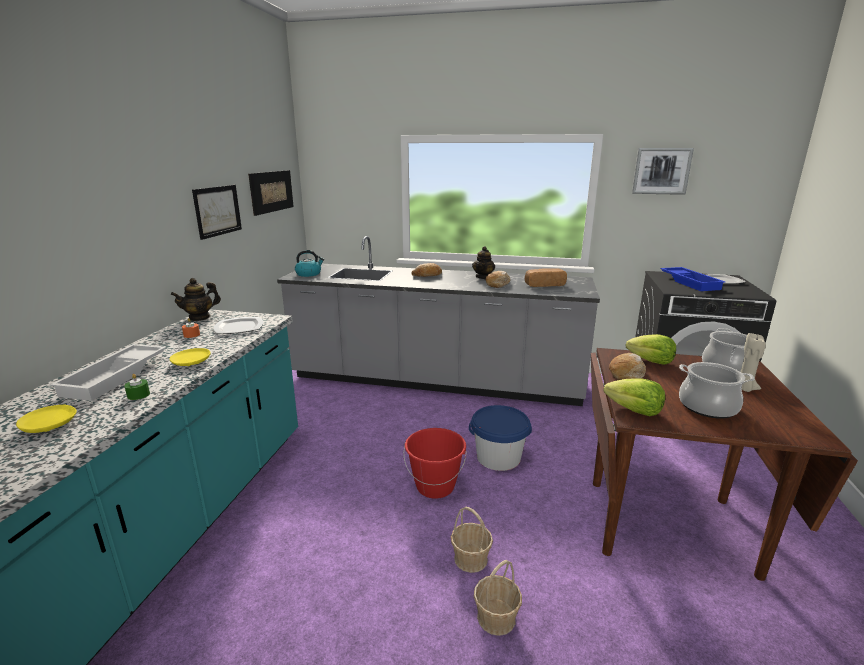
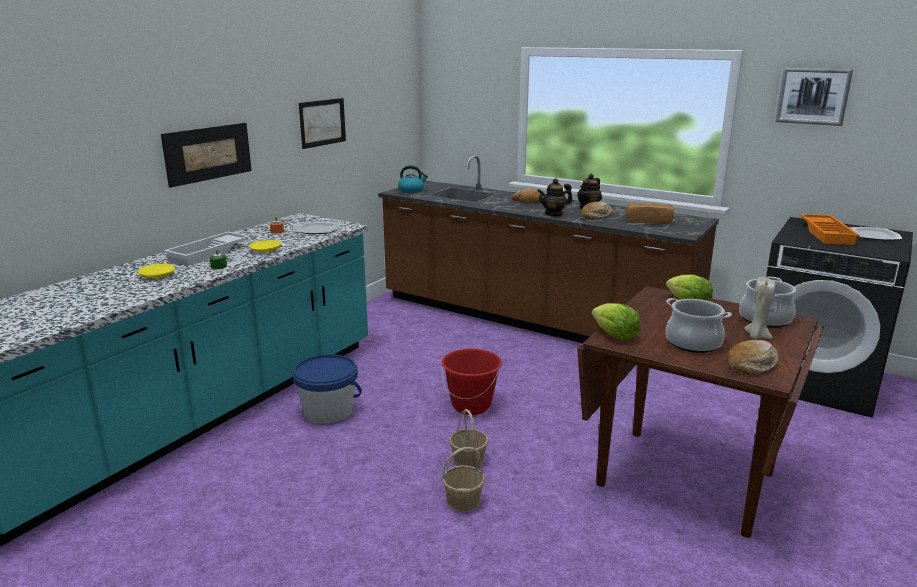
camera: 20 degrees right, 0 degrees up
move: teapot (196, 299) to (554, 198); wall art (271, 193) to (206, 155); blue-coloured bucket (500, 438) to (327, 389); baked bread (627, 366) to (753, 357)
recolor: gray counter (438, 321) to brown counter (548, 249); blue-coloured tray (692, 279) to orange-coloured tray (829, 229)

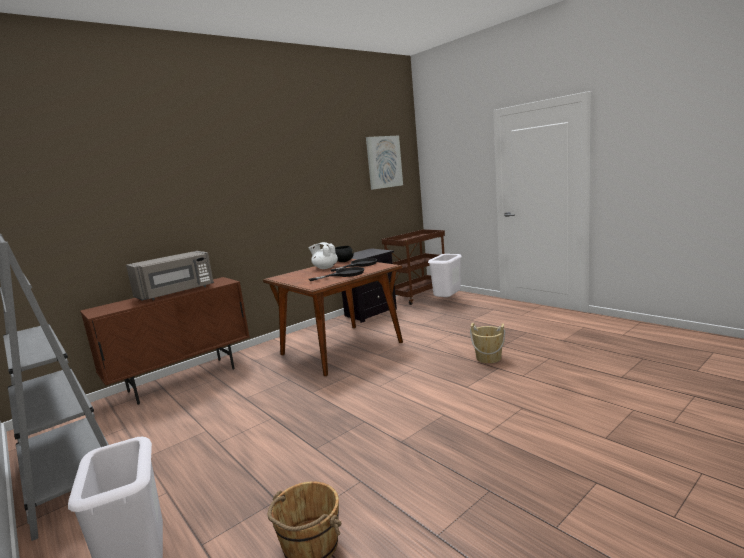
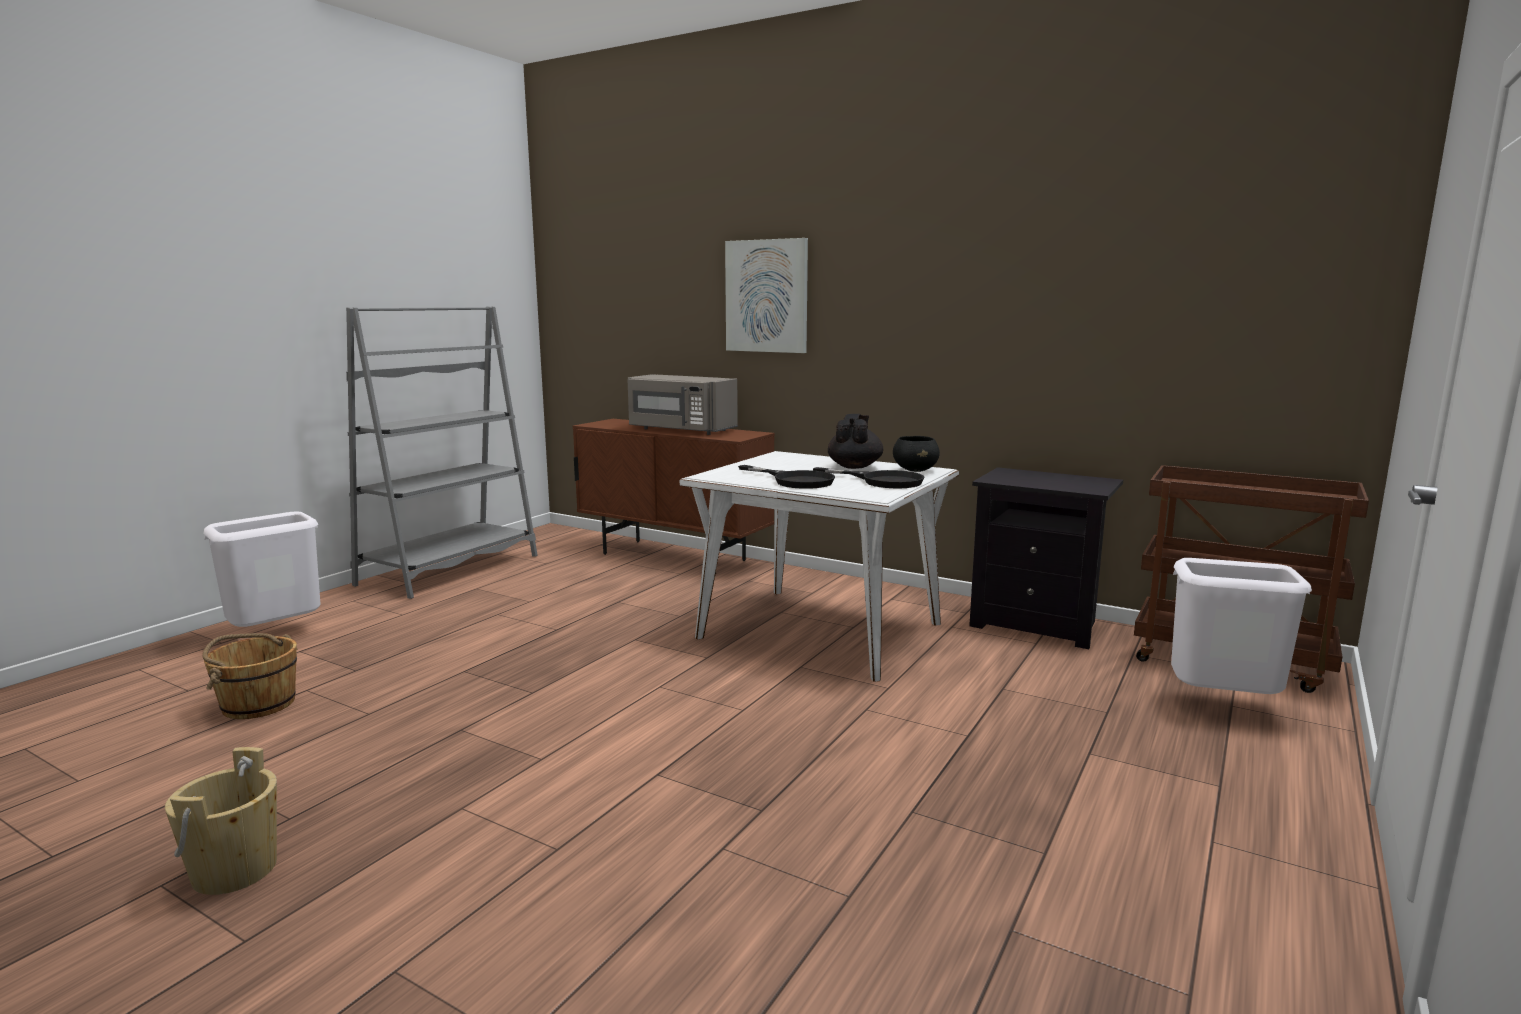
camera: 70 degrees right, 0 degrees up
move: wall art (384, 162) to (766, 295); beige-coloured bucket (487, 343) to (221, 821)
recolor: brown kitchen table (333, 317) to whitish kitchen table (819, 566); whitish teapot (323, 255) to black-coloured teapot (855, 441)

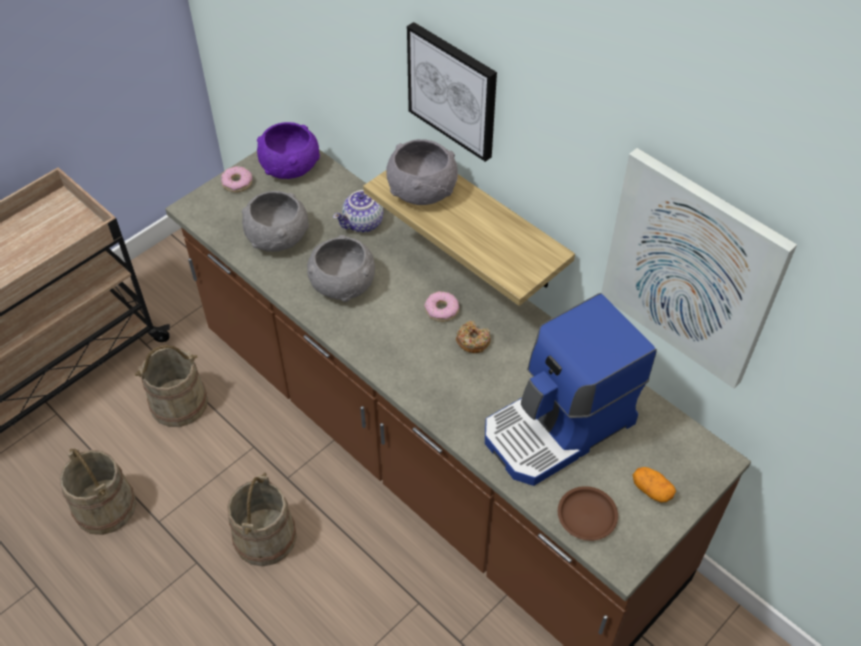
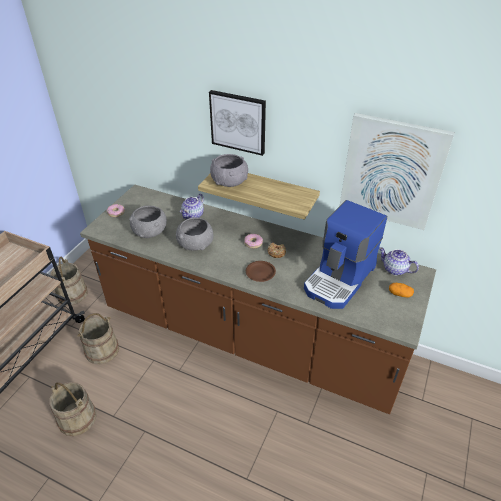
camera: 20 degrees left, 10 degrees down
delete: purple deep dish (288, 150)
insert: teapot (399, 261)
move: beige-coloured bucket (262, 519) to (69, 281); brown dinner plate (588, 513) to (261, 271)

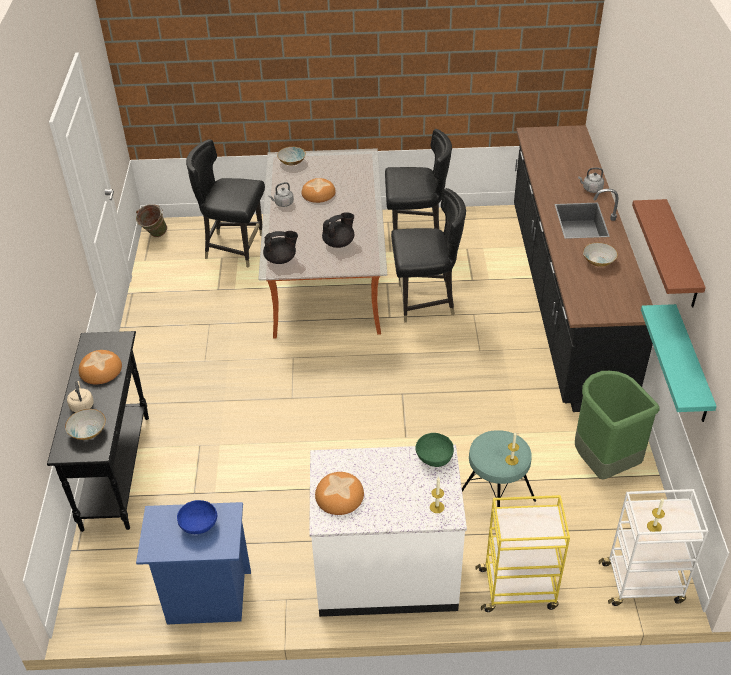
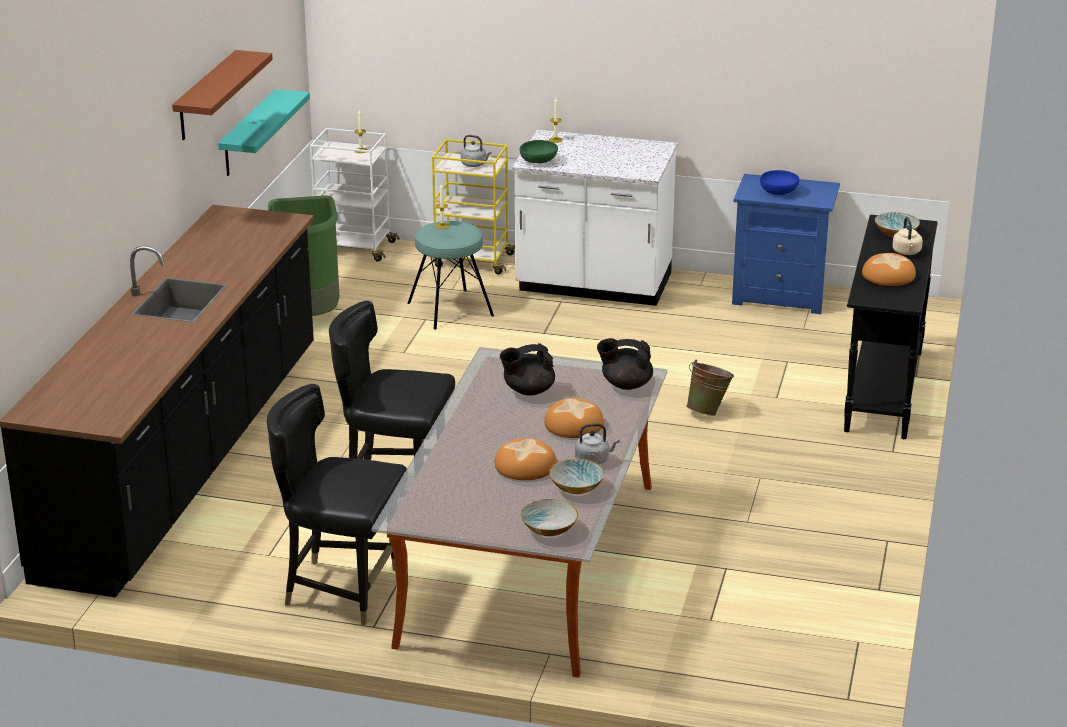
camera: 165 degrees left, 15 degrees down
delete: black-coloured upright chair (225, 203)
move: green bucket (151, 220) to (710, 388); baked bread (339, 493) to (574, 418); gray tea kettle (591, 180) to (476, 151); deep dish (600, 254) to (577, 476)

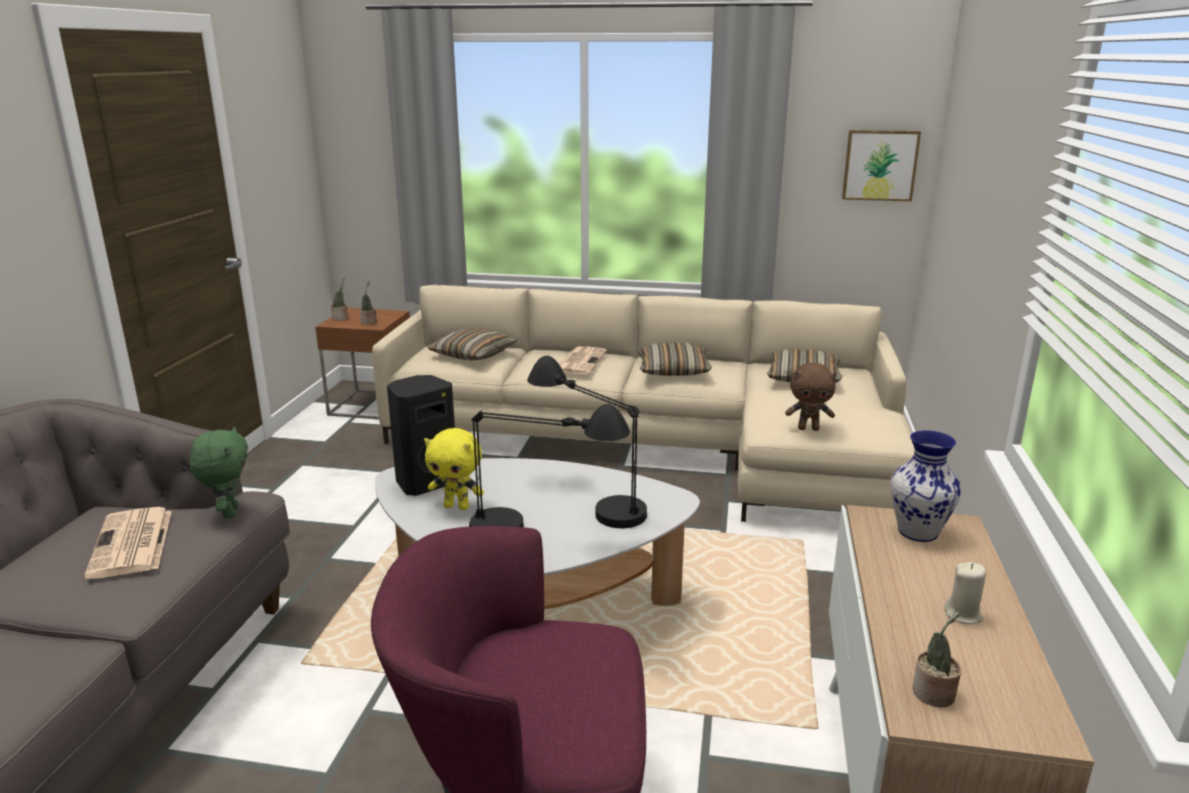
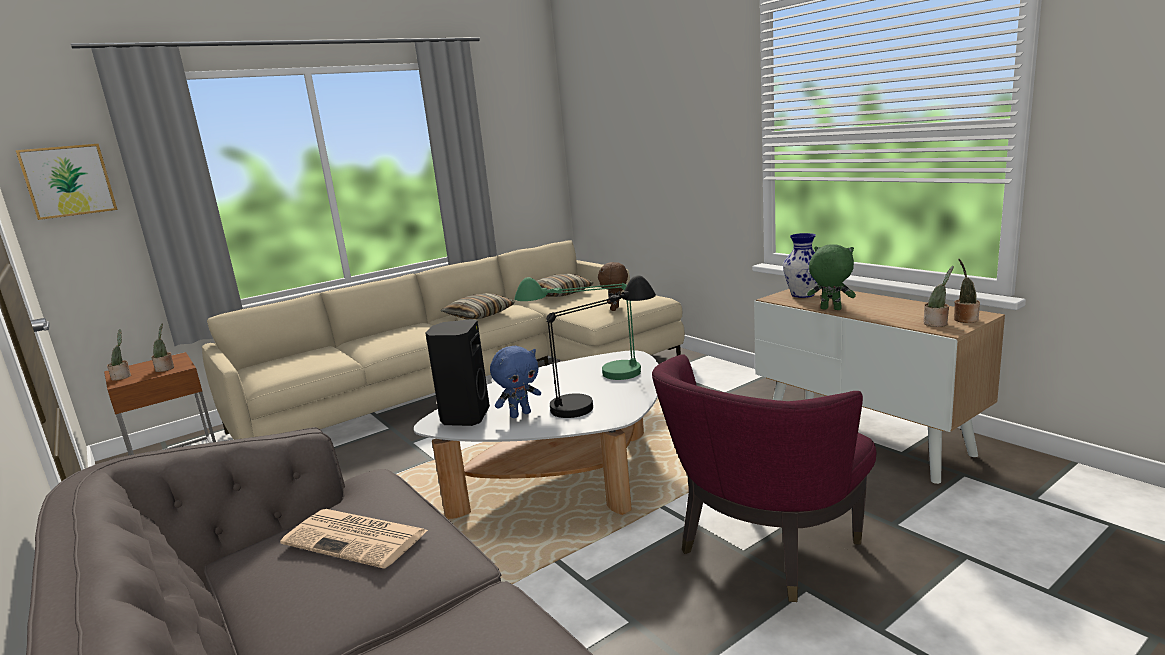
camera: 45 degrees left, 5 degrees down
delete: pillow (473, 344); daily paper (583, 360); beige-coloured wax candle (965, 593)
insert: plant in a pot (967, 291)
move: green plush toy (219, 472) to (831, 277); wall art (881, 165) to (67, 182)
recolor: yellow plush toy (454, 469) to blue-coloured plush toy (515, 382); black-coloured lamp for a table (587, 442) to green lamp for a table (577, 328)
rotate: brown plush toy (811, 396) = (613, 286) 150 degrees clockwise

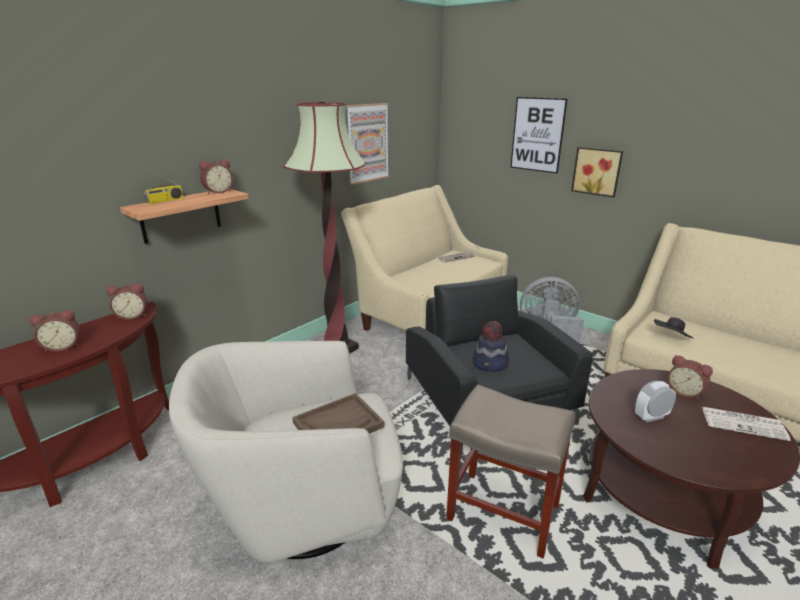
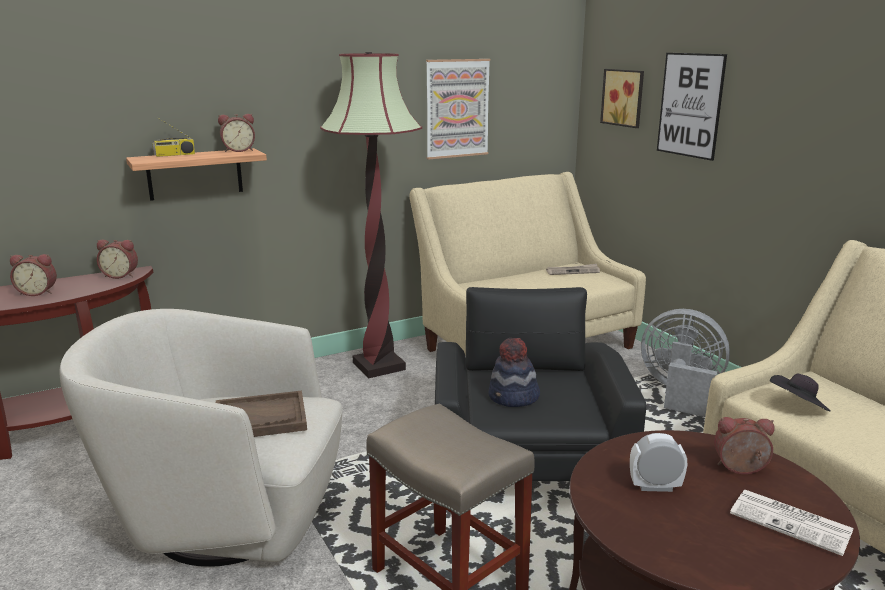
camera: 20 degrees right, 5 degrees down
move: wall art (597, 172) to (622, 98)
rotate: table clock (690, 377) = (744, 445) 120 degrees clockwise

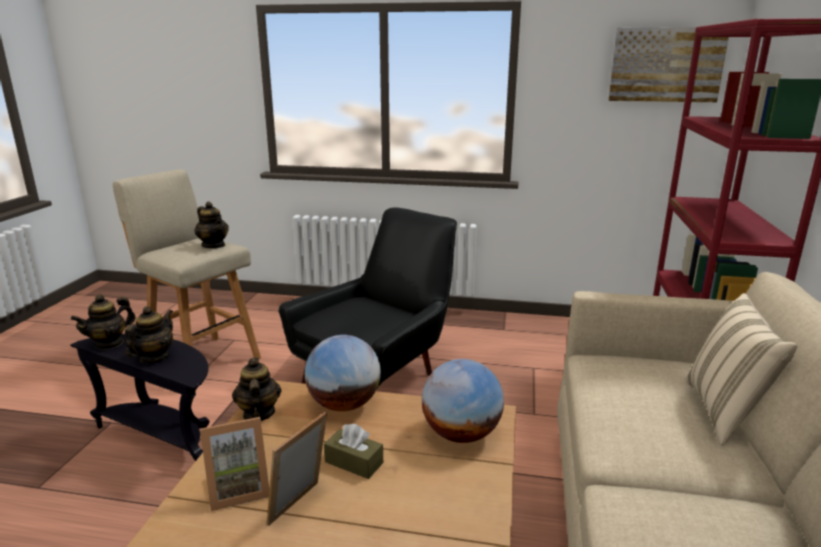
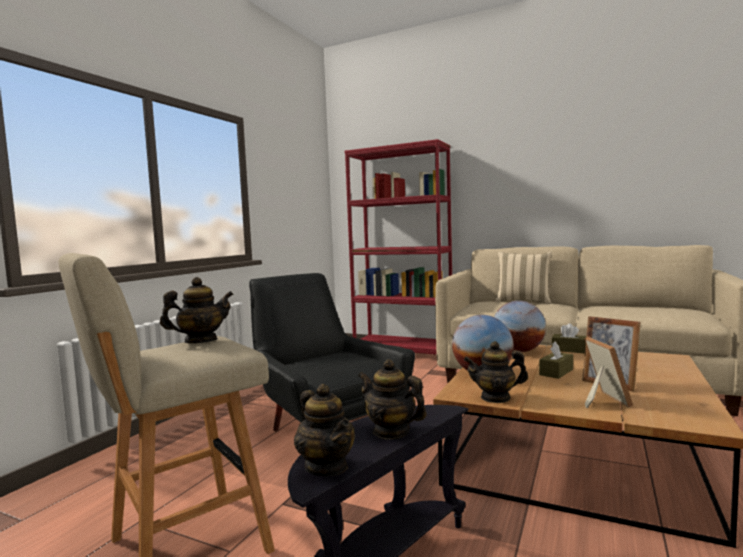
camera: 75 degrees left, 15 degrees down
delete: wall art (668, 64)
insert: brown box of tissues (568, 338)

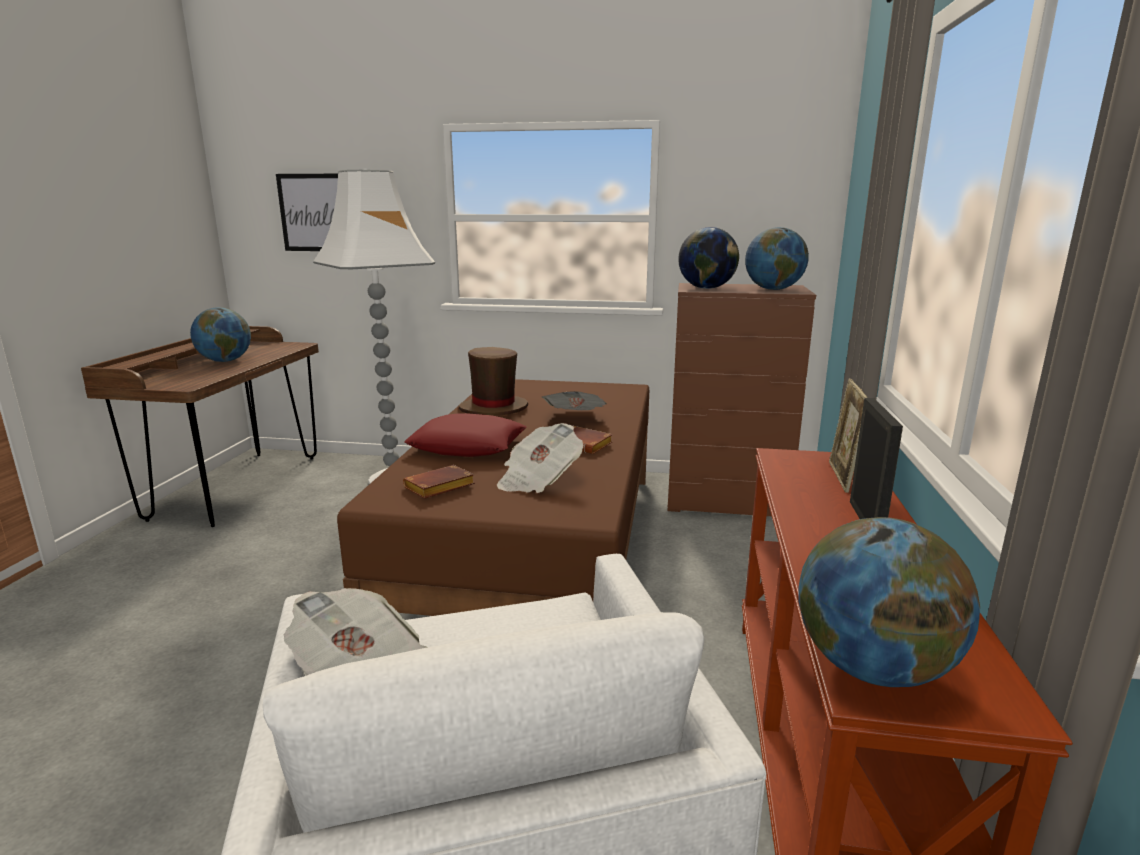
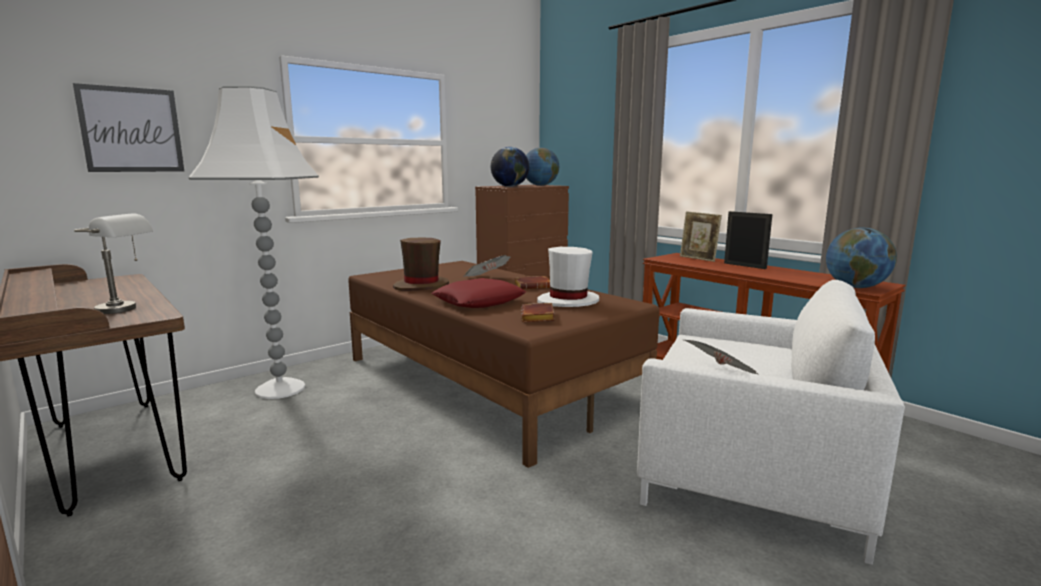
camera: 50 degrees left, 5 degrees down
delete: desk globe (220, 334)
insert: gray lamp for a table (113, 264)
replace: daily paper (540, 458) to whitish wearable hat (568, 277)

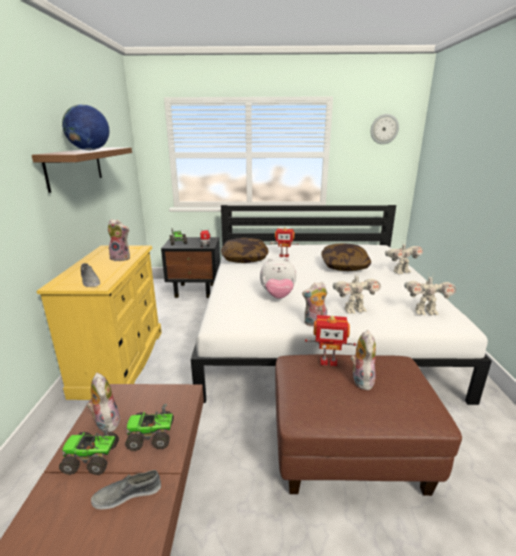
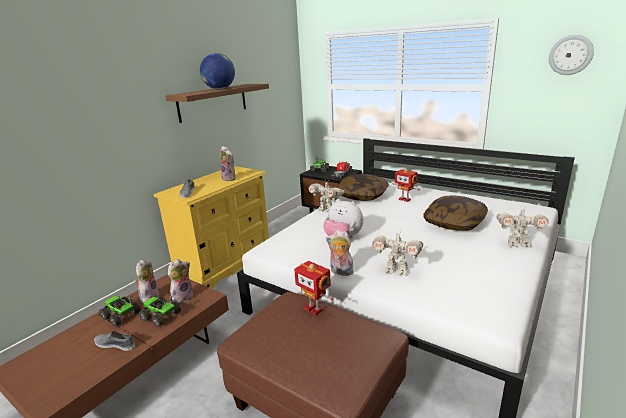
camera: 35 degrees right, 0 degrees up
move: plush toy (363, 360) to (180, 281); model robot (430, 296) to (326, 196)

